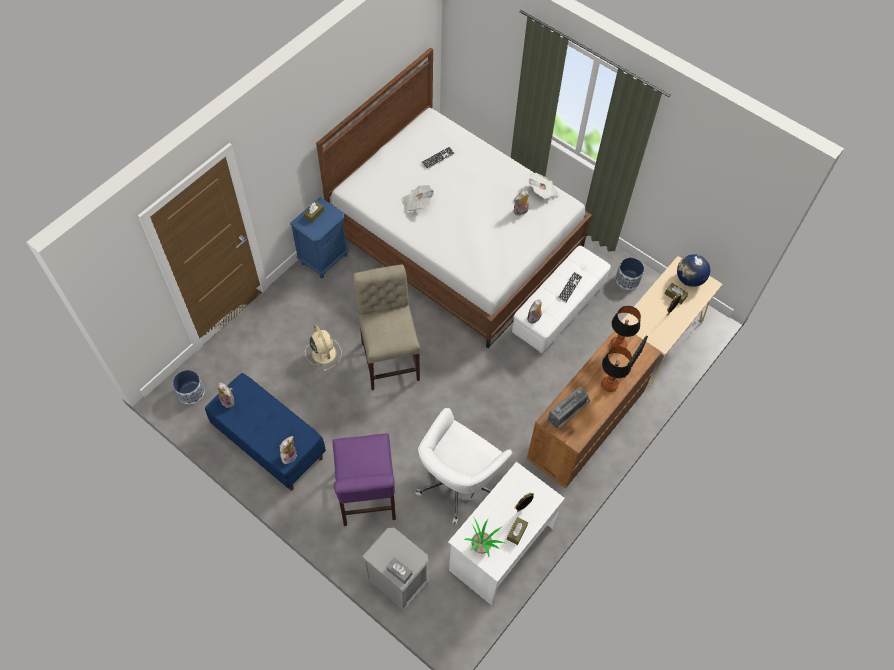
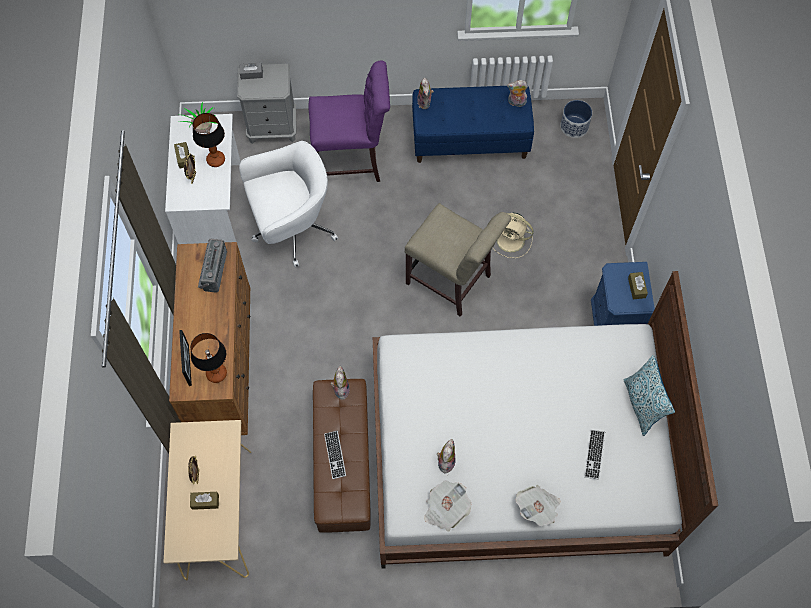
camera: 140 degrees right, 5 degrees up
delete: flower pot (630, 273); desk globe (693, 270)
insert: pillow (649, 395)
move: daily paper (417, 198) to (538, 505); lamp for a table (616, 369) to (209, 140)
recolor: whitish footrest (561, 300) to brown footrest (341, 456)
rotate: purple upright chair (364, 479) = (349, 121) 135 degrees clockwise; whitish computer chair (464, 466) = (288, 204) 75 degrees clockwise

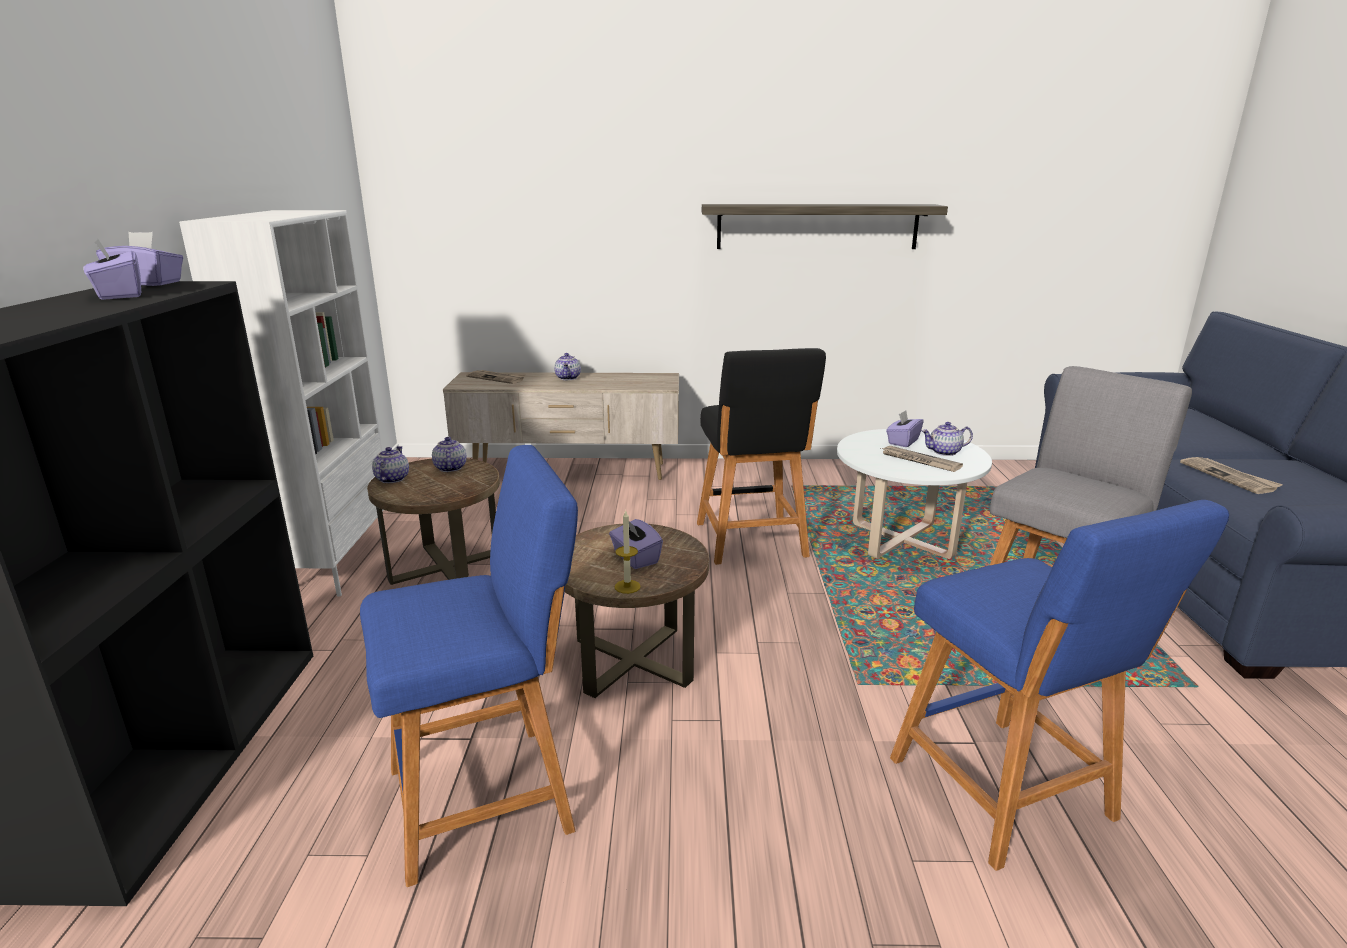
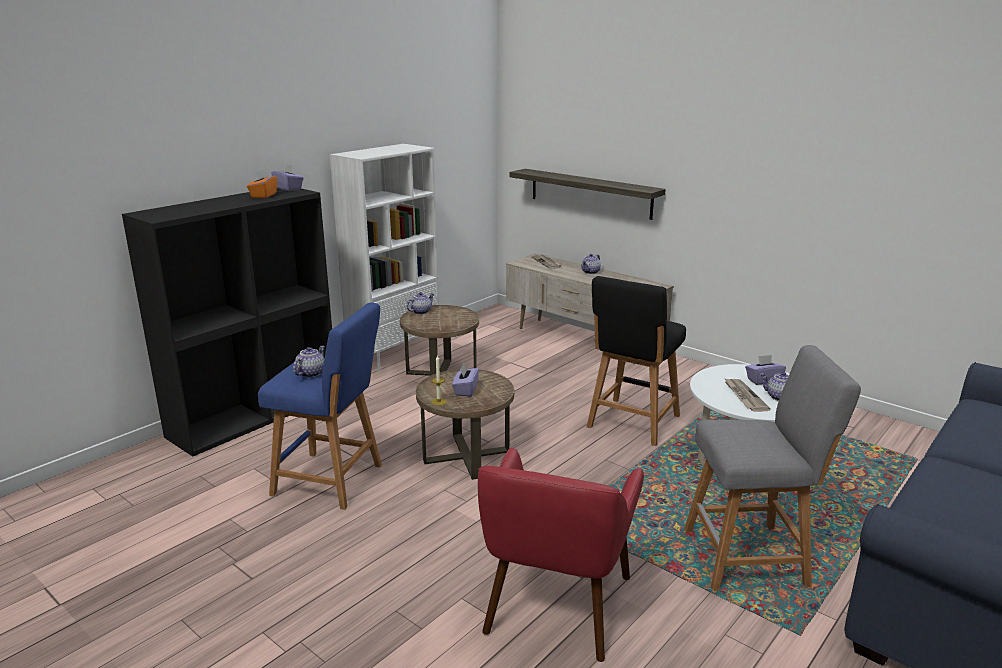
camera: 40 degrees right, 0 degrees up
delete: daily paper (1231, 475)
move: teapot (449, 454) to (309, 362); bracket shelf (825, 226) to (588, 194)
replace: blue-coloured stool (1059, 685) to reddish lounge chair (561, 555)
recolor: purple box of tissues (112, 269) to orange-coloured box of tissues (262, 184)

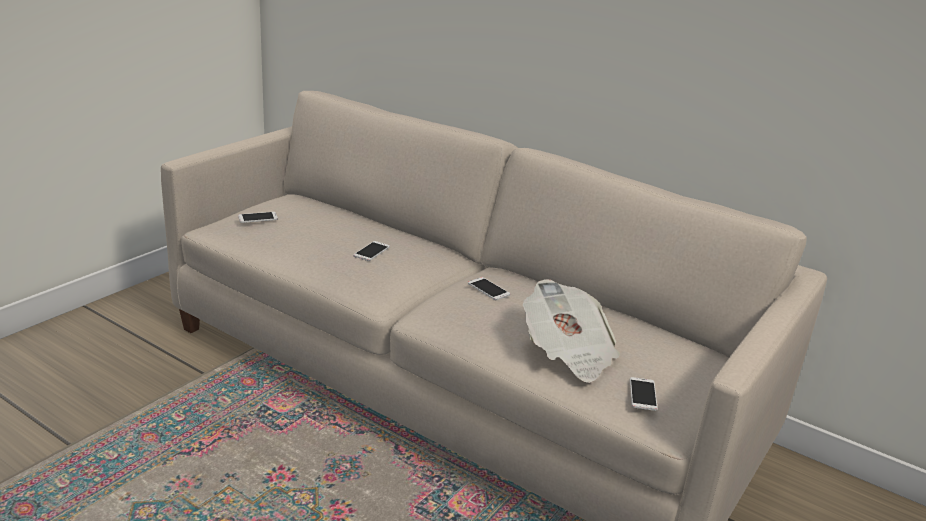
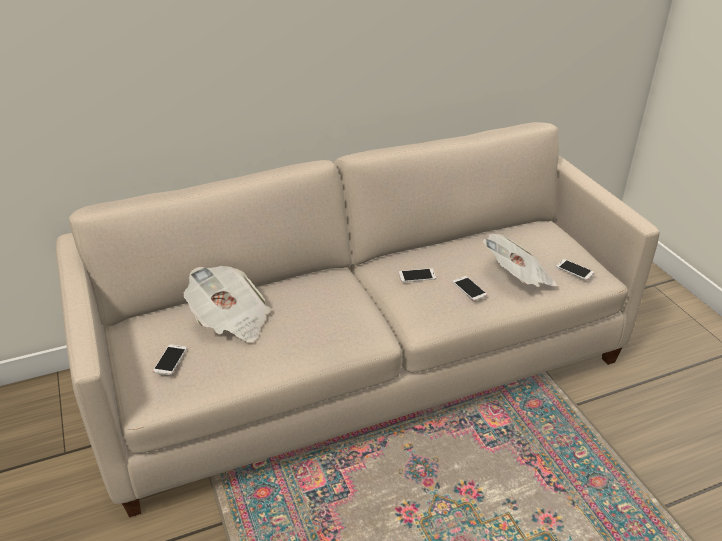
camera: 55 degrees left, 10 degrees up
insert: daily paper (227, 304)
move: handset (371, 251) to (470, 288)

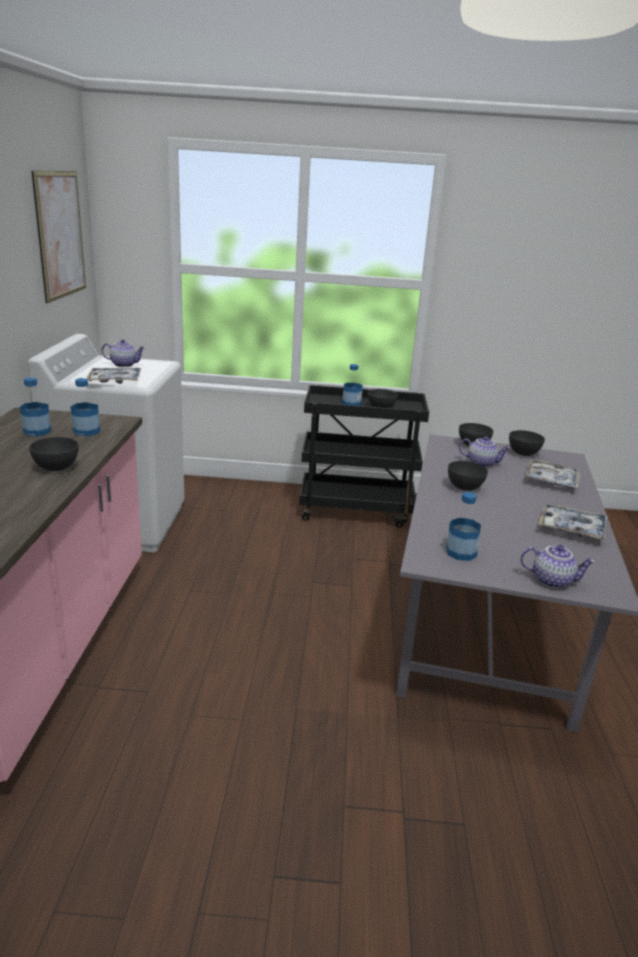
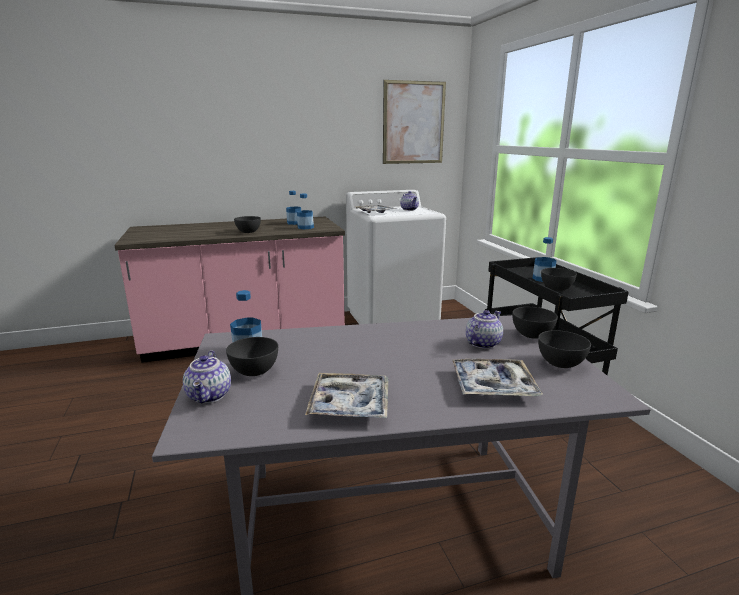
camera: 70 degrees right, 5 degrees down
move: gray deep dish (468, 476) to (252, 356)
rotate: teapot (484, 451) = (484, 329) 135 degrees counterclockwise

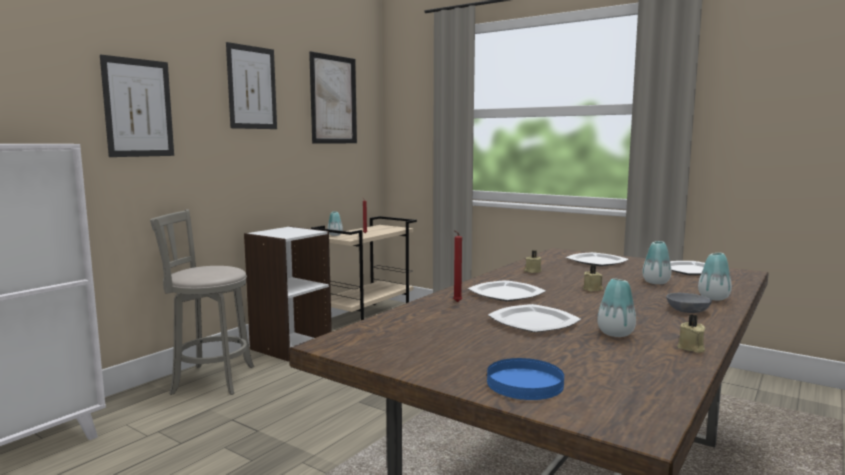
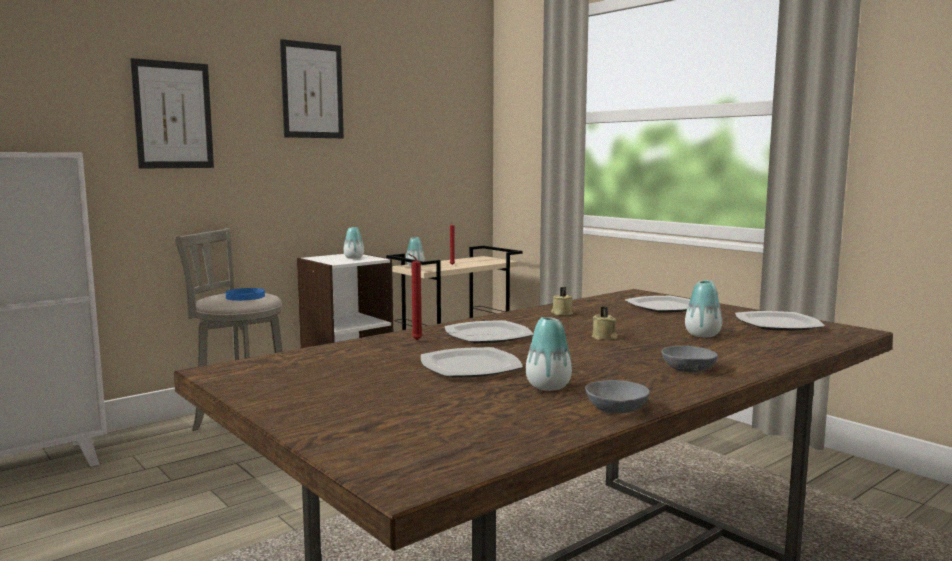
camera: 15 degrees right, 0 degrees up
delete: wall art (333, 97)
move: blue-coloured dinner plate (525, 379) to (245, 294); vase (715, 276) to (354, 243)
replace: beige-coloured wax candle (691, 333) to gray deep dish (617, 396)

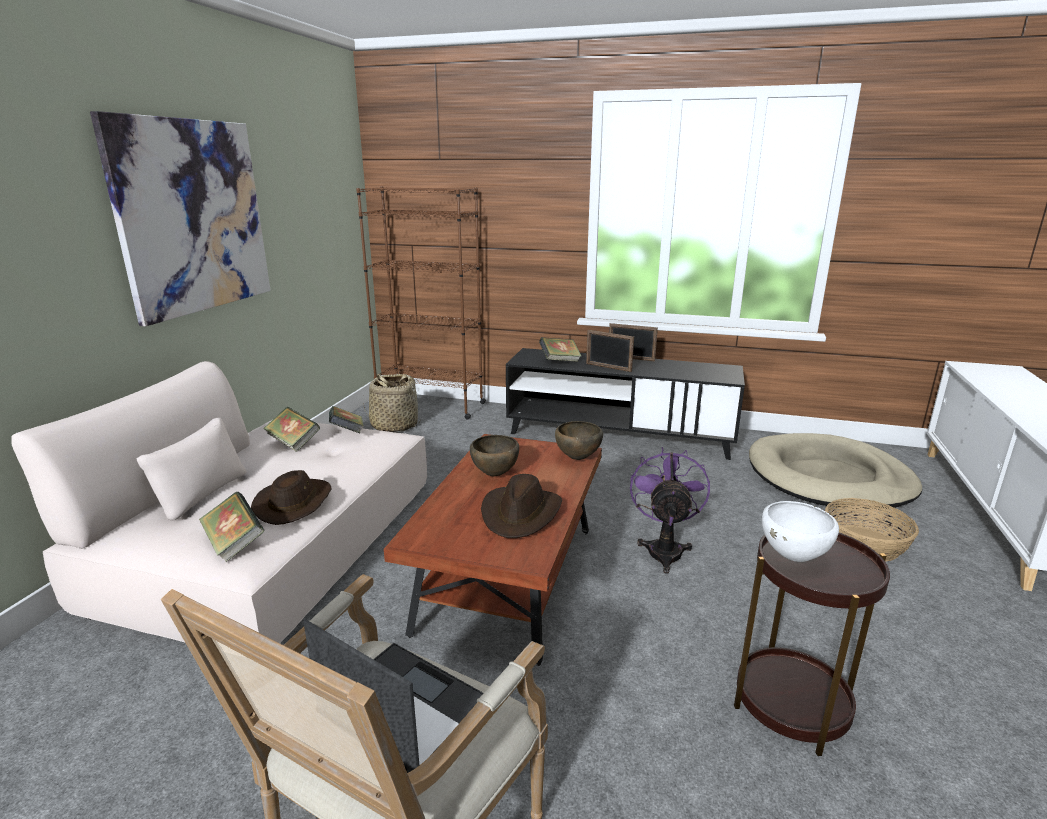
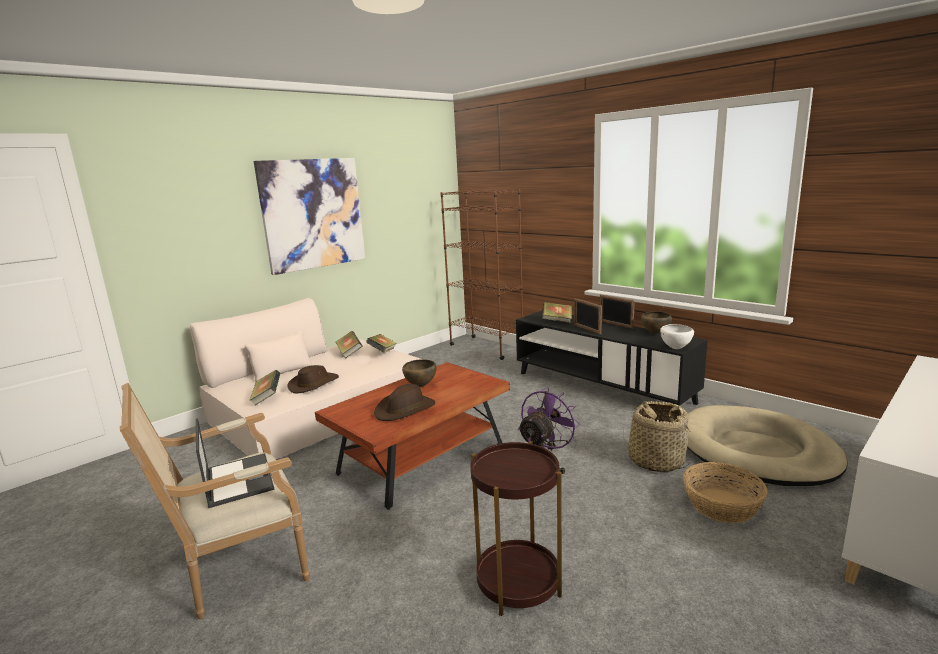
camera: 30 degrees right, 5 degrees down
move: basket (392, 403) to (657, 437); brown deep dish (579, 440) to (656, 323); whitish deep dish (800, 531) to (677, 336)

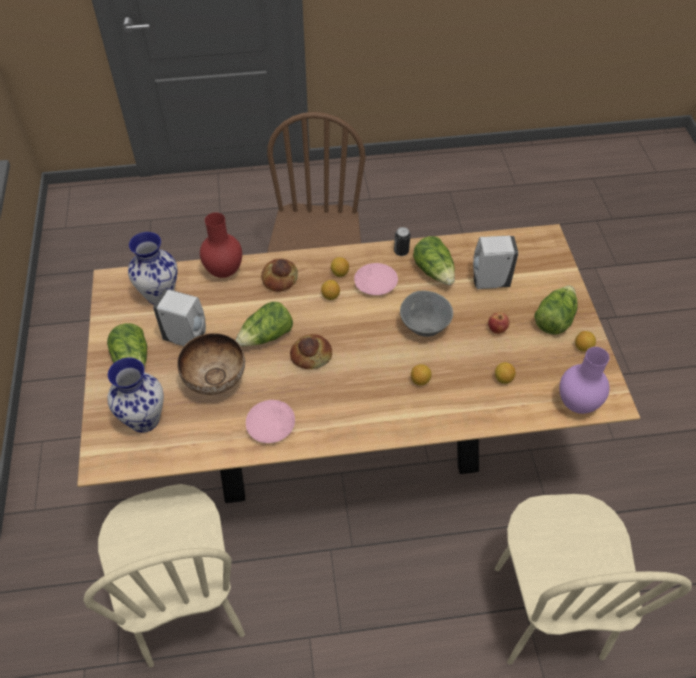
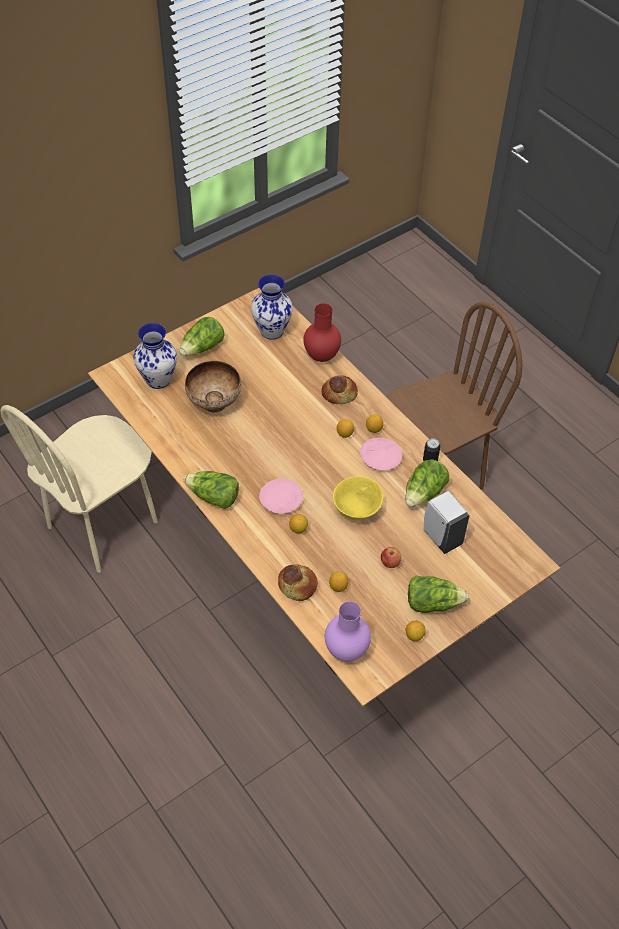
camera: 60 degrees right, 0 degrees up
delete: whitish soap bottle (179, 317); beige-coloured upright chair (593, 579)
move: lettuce (264, 324) to (211, 490); pinkish dinner plate (270, 421) to (281, 496); baked bread (311, 351) to (298, 582)
recolor: gray deep dish (426, 313) to yellow deep dish (358, 498)

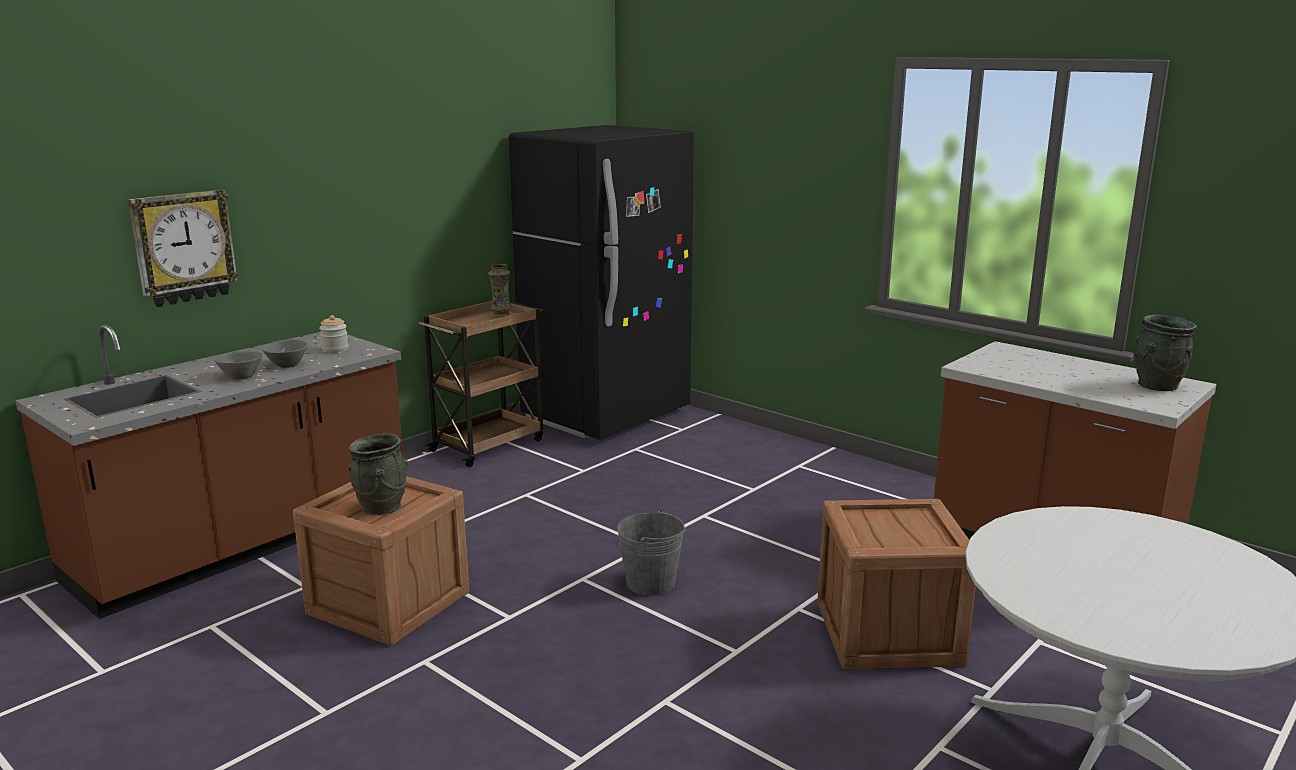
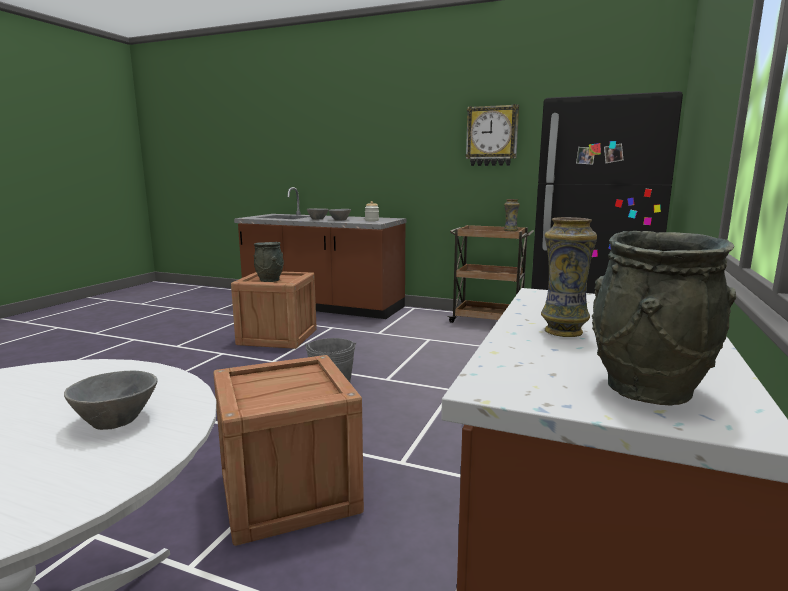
camera: 70 degrees right, 5 degrees down
insert: gray deep dish (110, 400); vase (569, 277)
move: wall clock (183, 248) to (492, 135)

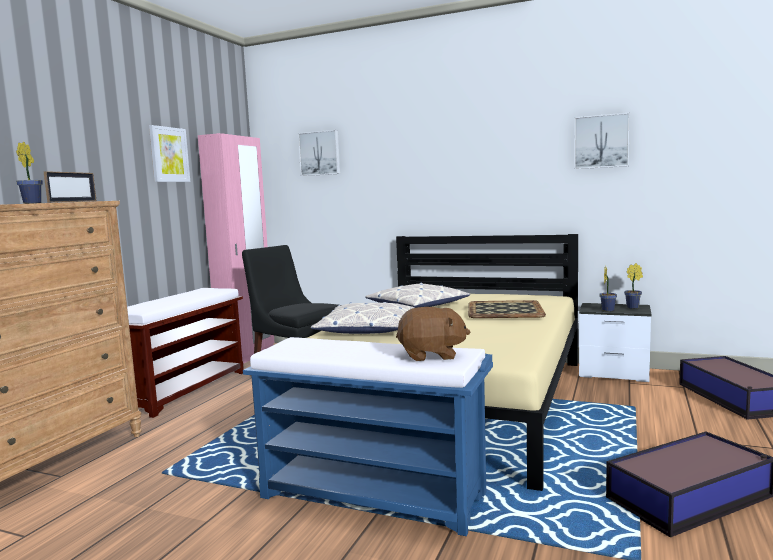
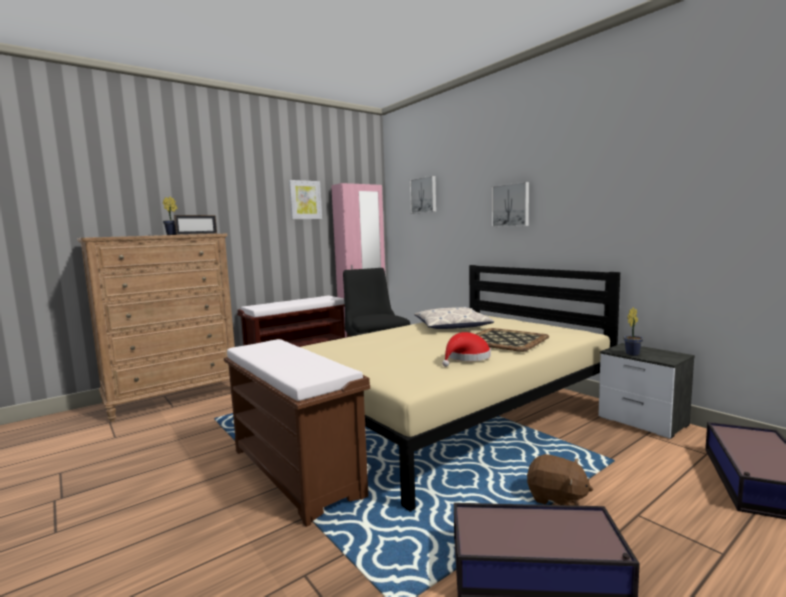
camera: 30 degrees right, 0 degrees up
delete: pillow (362, 318); plant in a pot (633, 286)
insert: reddish wearable hat (466, 349)
move: brown plush toy (433, 334) to (560, 480); wall art (602, 140) to (510, 204)
recolor: blue-coloured bench (368, 436) to brown bench (297, 433)

